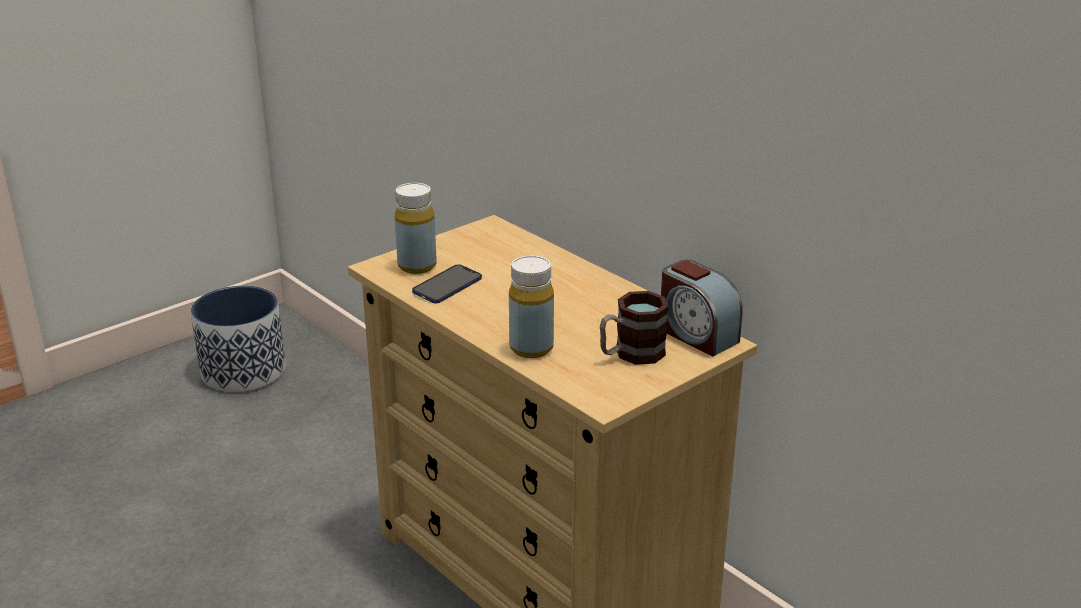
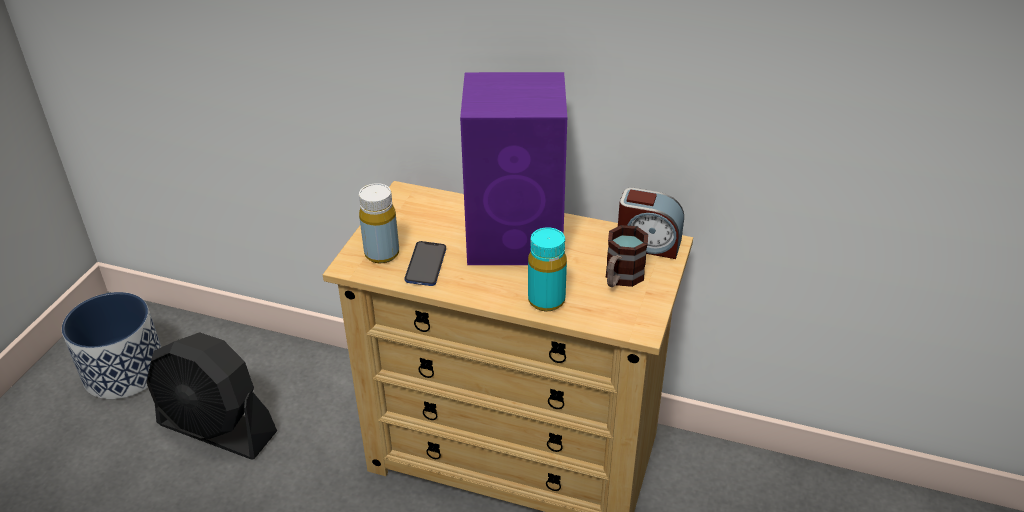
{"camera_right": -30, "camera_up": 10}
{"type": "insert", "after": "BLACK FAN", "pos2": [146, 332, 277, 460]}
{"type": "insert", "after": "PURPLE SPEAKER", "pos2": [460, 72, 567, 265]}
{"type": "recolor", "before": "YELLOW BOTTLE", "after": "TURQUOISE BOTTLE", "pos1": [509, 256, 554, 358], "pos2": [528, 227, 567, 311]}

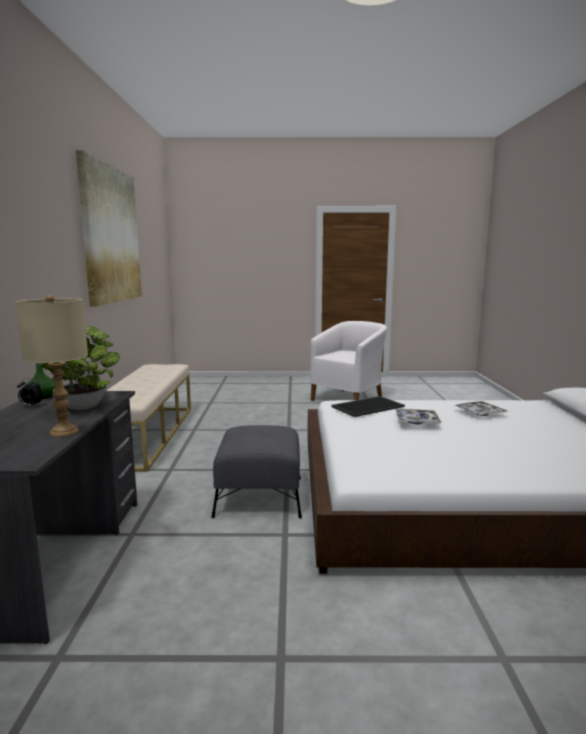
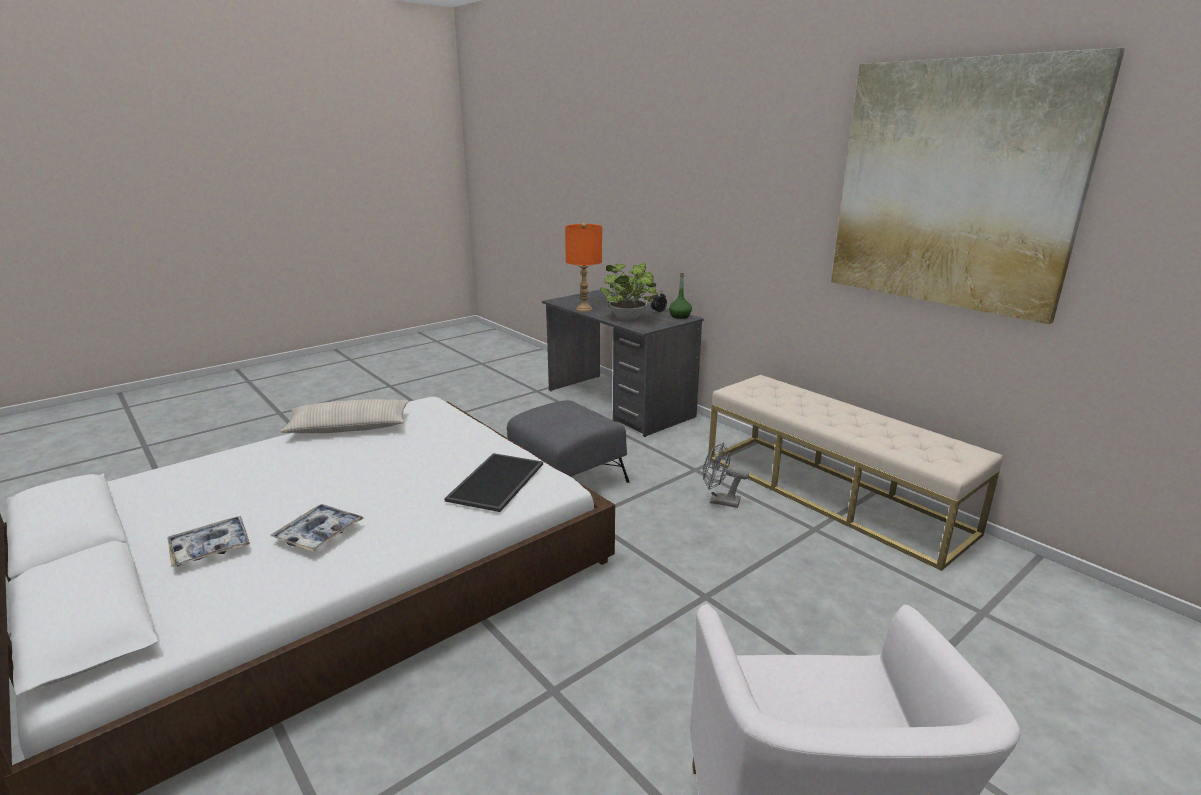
{"camera_right": 140, "camera_up": 10}
{"type": "insert", "after": "BEIGE PILLOW", "pos2": [280, 399, 409, 433]}
{"type": "insert", "after": "GREY FAN", "pos2": [703, 442, 749, 508]}
{"type": "move", "before": "TRAY", "pos1": [396, 409, 442, 424], "pos2": [167, 516, 250, 567]}
{"type": "recolor", "before": "BEIGE TABLE LAMP", "after": "ORANGE TABLE LAMP", "pos1": [16, 295, 88, 437], "pos2": [565, 223, 602, 312]}

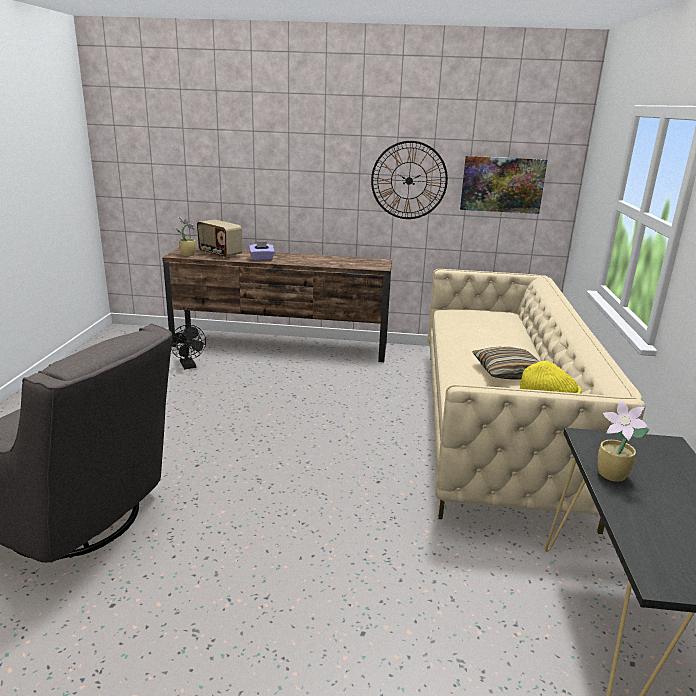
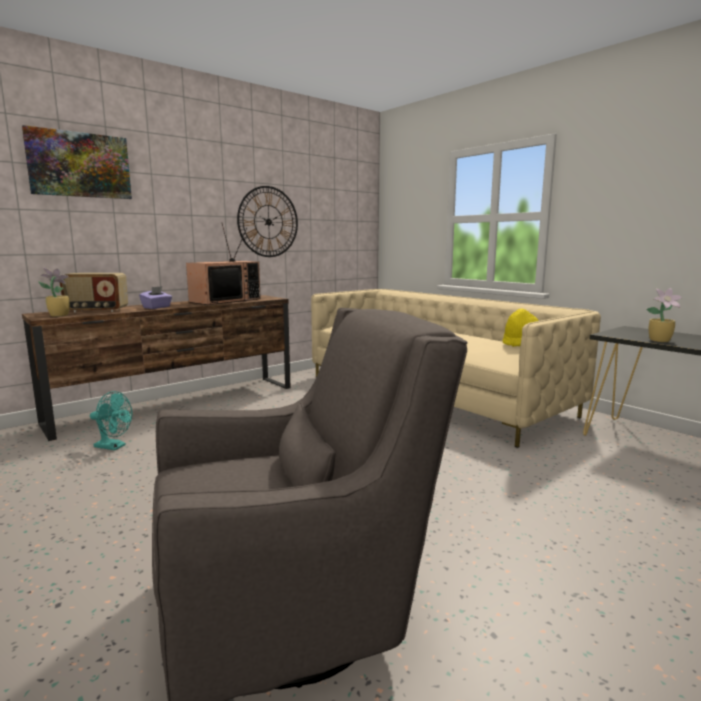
{"camera_right": -45, "camera_up": -10}
{"type": "delete", "before": "PILLOW", "pos1": [472, 346, 539, 380]}
{"type": "insert", "after": "TELEVISION", "pos2": [186, 224, 261, 305]}
{"type": "move", "before": "PICTURE", "pos1": [460, 156, 547, 214], "pos2": [22, 125, 132, 199]}
{"type": "recolor", "before": "BLACK FAN", "after": "TURQUOISE FAN", "pos1": [171, 325, 206, 369], "pos2": [90, 391, 132, 450]}

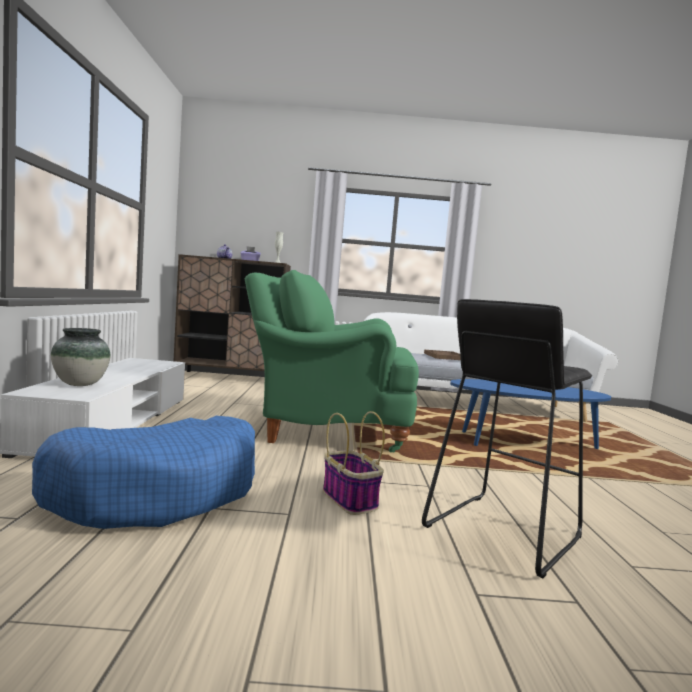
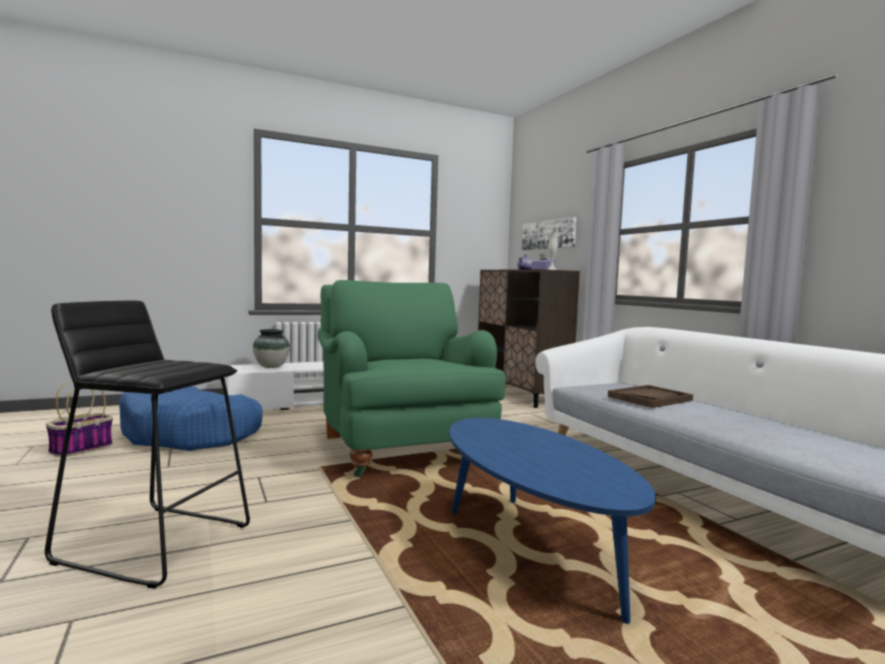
{"camera_right": 65, "camera_up": 0}
{"type": "insert", "after": "PICTURE", "pos2": [522, 217, 577, 250]}
{"type": "move", "before": "BASKET", "pos1": [323, 411, 385, 515], "pos2": [46, 381, 113, 457]}

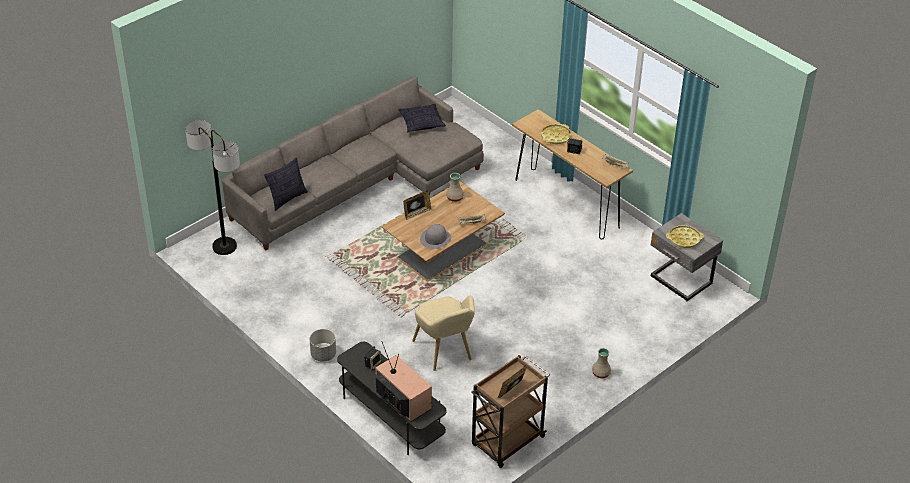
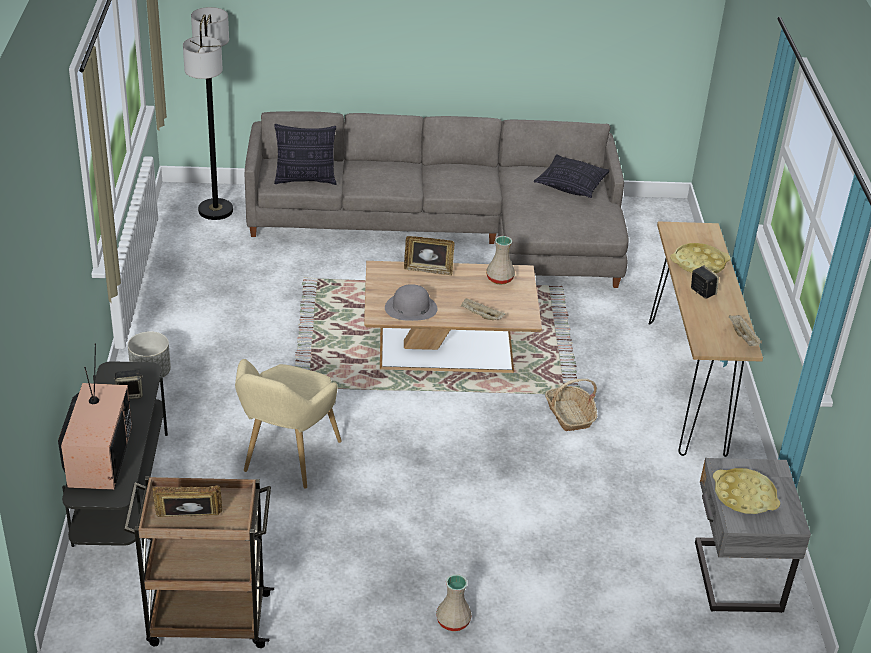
{"camera_right": 40, "camera_up": -5}
{"type": "insert", "after": "BASKET", "pos2": [545, 379, 597, 431]}

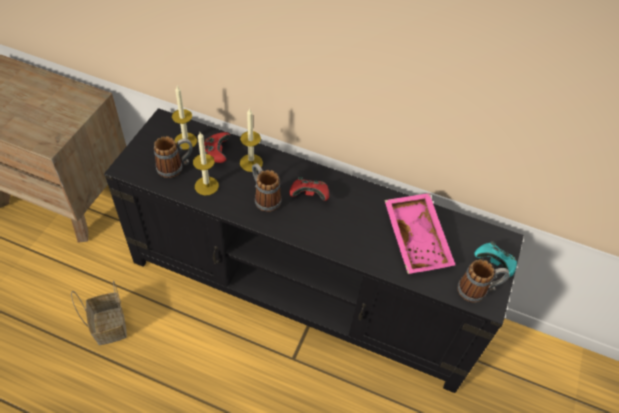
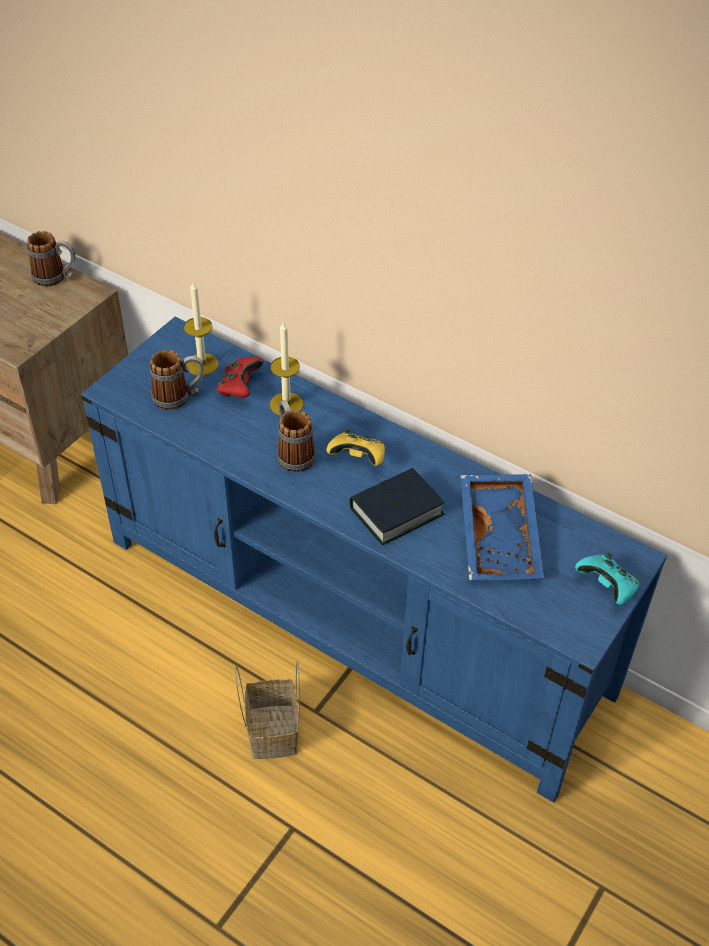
{"camera_right": 15, "camera_up": -5}
{"type": "delete", "before": "CANDLE", "pos1": [193, 132, 219, 195]}
{"type": "insert", "after": "BOOK", "pos2": [350, 468, 445, 545]}
{"type": "move", "before": "BASKET", "pos1": [71, 281, 127, 345], "pos2": [235, 660, 300, 759]}
{"type": "move", "before": "MUG", "pos1": [457, 259, 510, 302], "pos2": [27, 231, 75, 286]}
{"type": "recolor", "before": "BLACK TV STAND", "after": "BLUE TV STAND", "pos1": [104, 108, 524, 393], "pos2": [81, 317, 667, 803]}
{"type": "recolor", "before": "RED GAME CONTROLLER", "after": "YELLOW GAME CONTROLLER", "pos1": [289, 177, 329, 201], "pos2": [326, 429, 385, 466]}
{"type": "recolor", "before": "PINK TRAY", "after": "BLUE TRAY", "pos1": [384, 193, 455, 274], "pos2": [461, 474, 544, 580]}

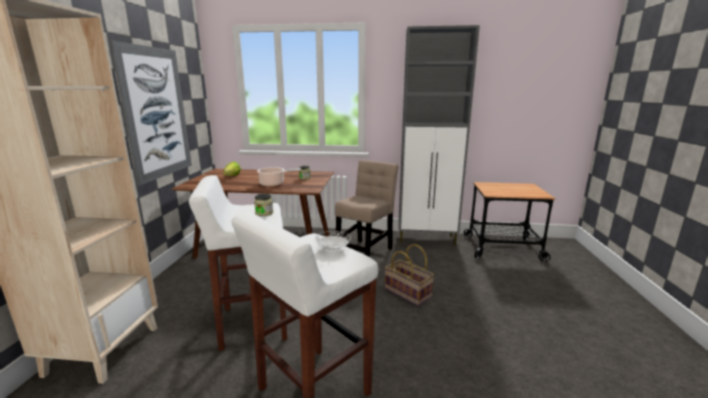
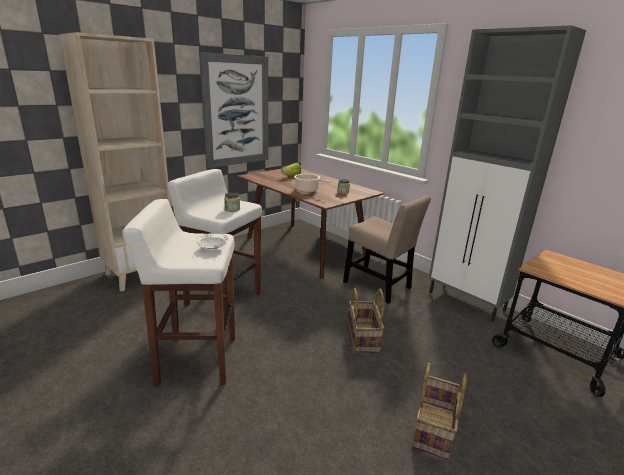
{"camera_right": 40, "camera_up": 5}
{"type": "insert", "after": "BASKET", "pos2": [412, 363, 467, 460]}
{"type": "rotate", "before": "BEIGE CHAIR", "pos1": [335, 160, 398, 257], "pos2": [343, 195, 431, 304], "turn": 60}

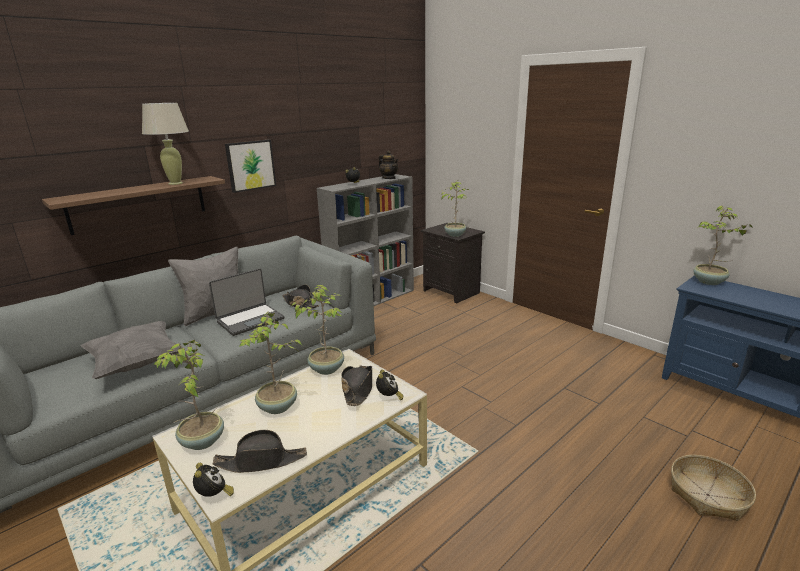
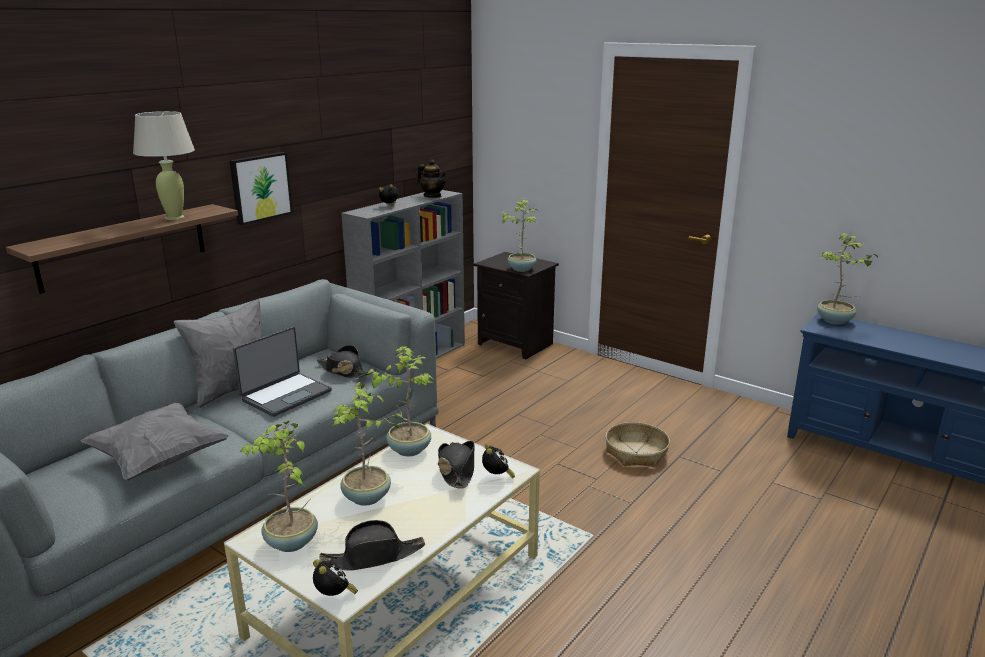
{"camera_right": -10, "camera_up": 0}
{"type": "move", "before": "BASKET", "pos1": [671, 455, 756, 521], "pos2": [605, 422, 670, 467]}

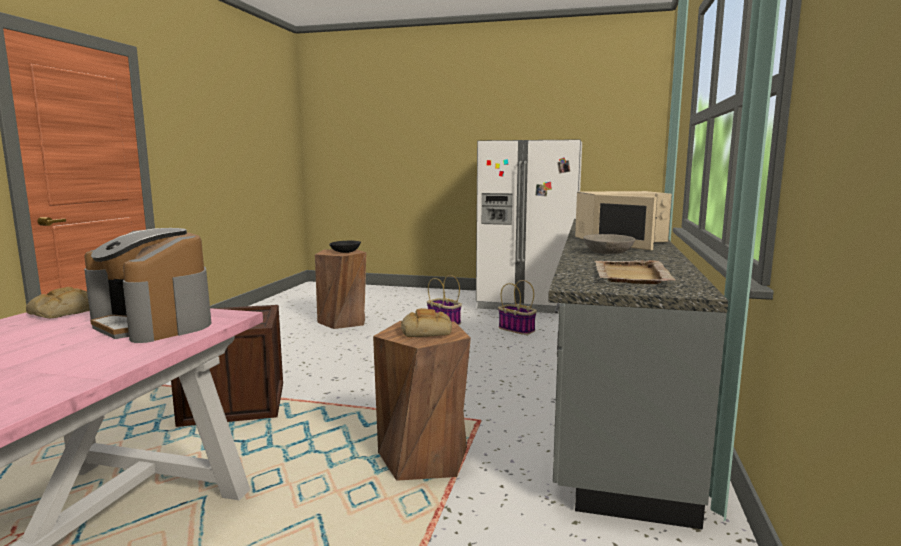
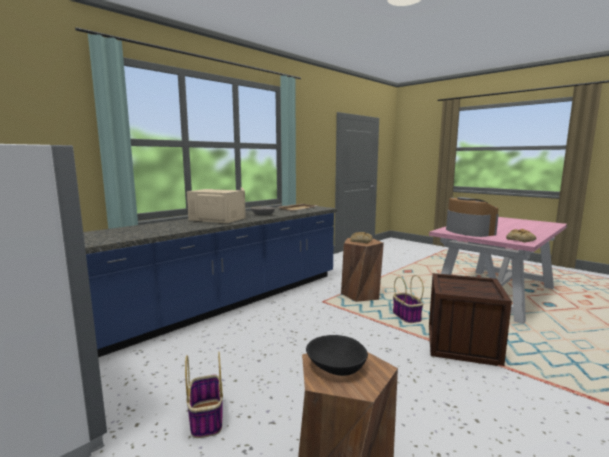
{"camera_right": -150, "camera_up": 0}
{"type": "move", "before": "BASKET", "pos1": [498, 280, 537, 335], "pos2": [393, 275, 424, 323]}
{"type": "recolor", "before": "GREY COUNTER", "after": "BLUE COUNTER", "pos1": [548, 219, 728, 530], "pos2": [83, 206, 337, 357]}

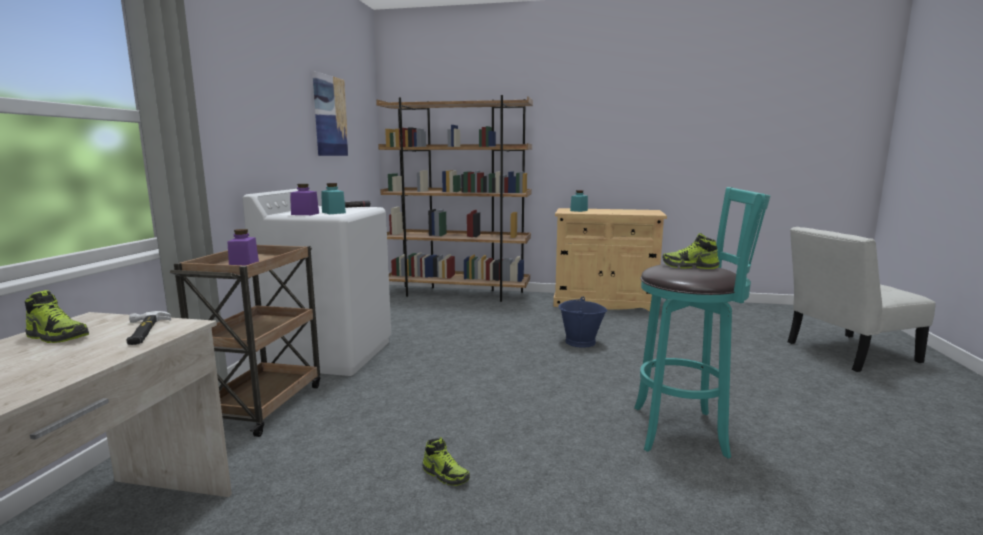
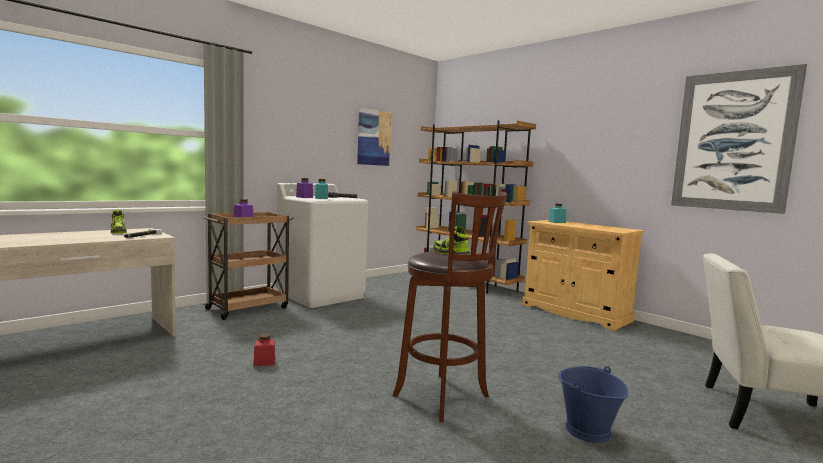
{"camera_right": 35, "camera_up": -5}
{"type": "insert", "after": "PICTURE", "pos2": [671, 64, 807, 214]}
{"type": "move", "before": "BLUE BUCKET", "pos1": [558, 297, 607, 348], "pos2": [558, 366, 629, 443]}
{"type": "replace", "before": "SHOE", "after": "RED JAR", "pos1": [422, 437, 470, 486], "pos2": [253, 334, 275, 366]}
{"type": "recolor", "before": "TURQUOISE STOOL", "after": "BROWN STOOL", "pos1": [634, 187, 770, 459], "pos2": [392, 191, 507, 422]}

